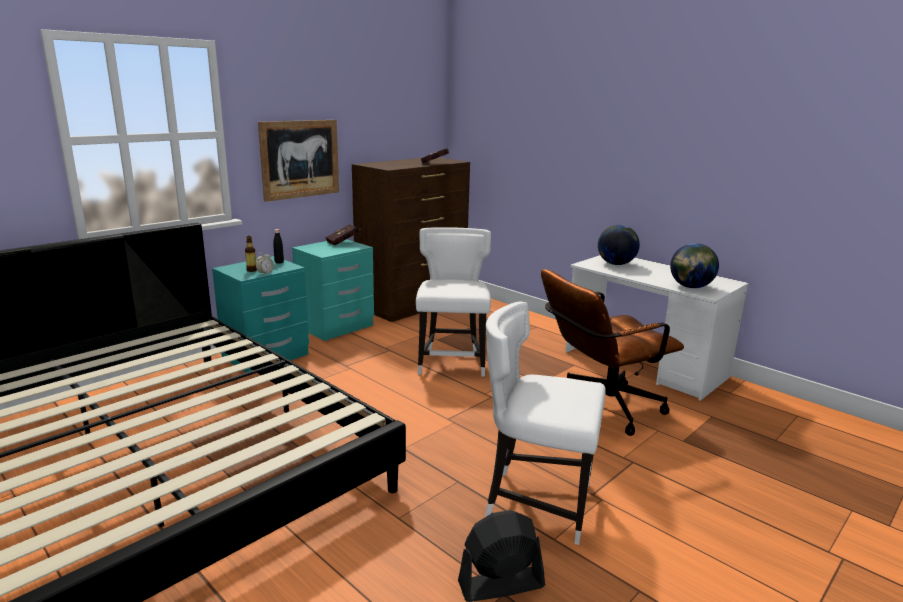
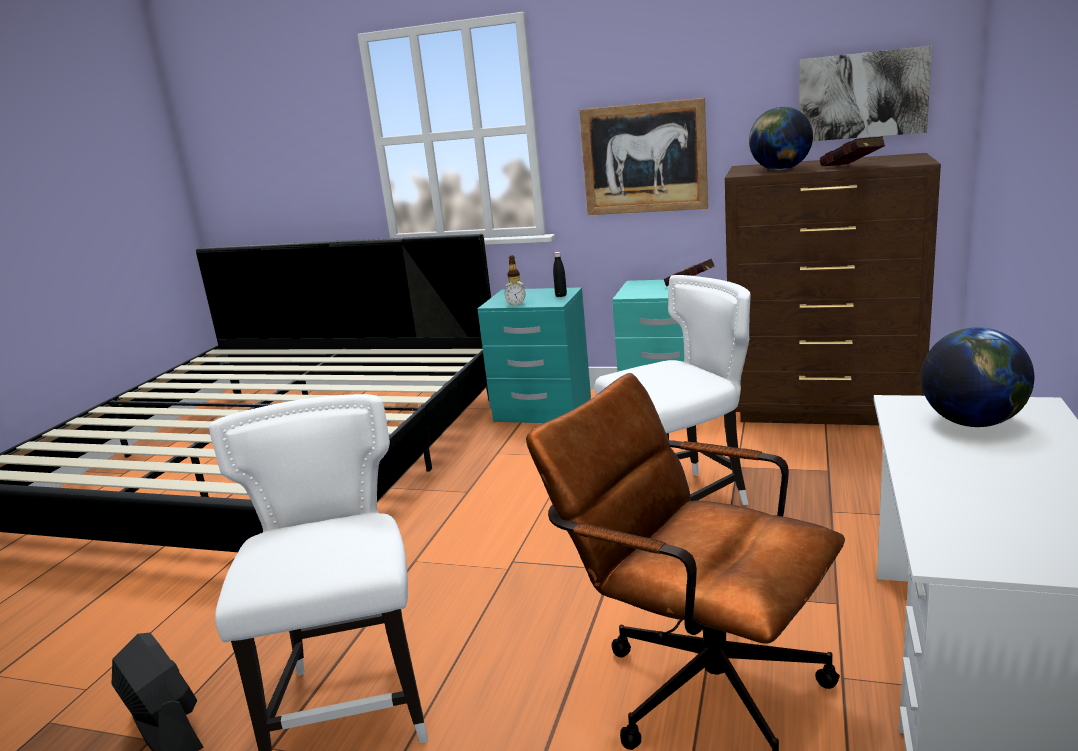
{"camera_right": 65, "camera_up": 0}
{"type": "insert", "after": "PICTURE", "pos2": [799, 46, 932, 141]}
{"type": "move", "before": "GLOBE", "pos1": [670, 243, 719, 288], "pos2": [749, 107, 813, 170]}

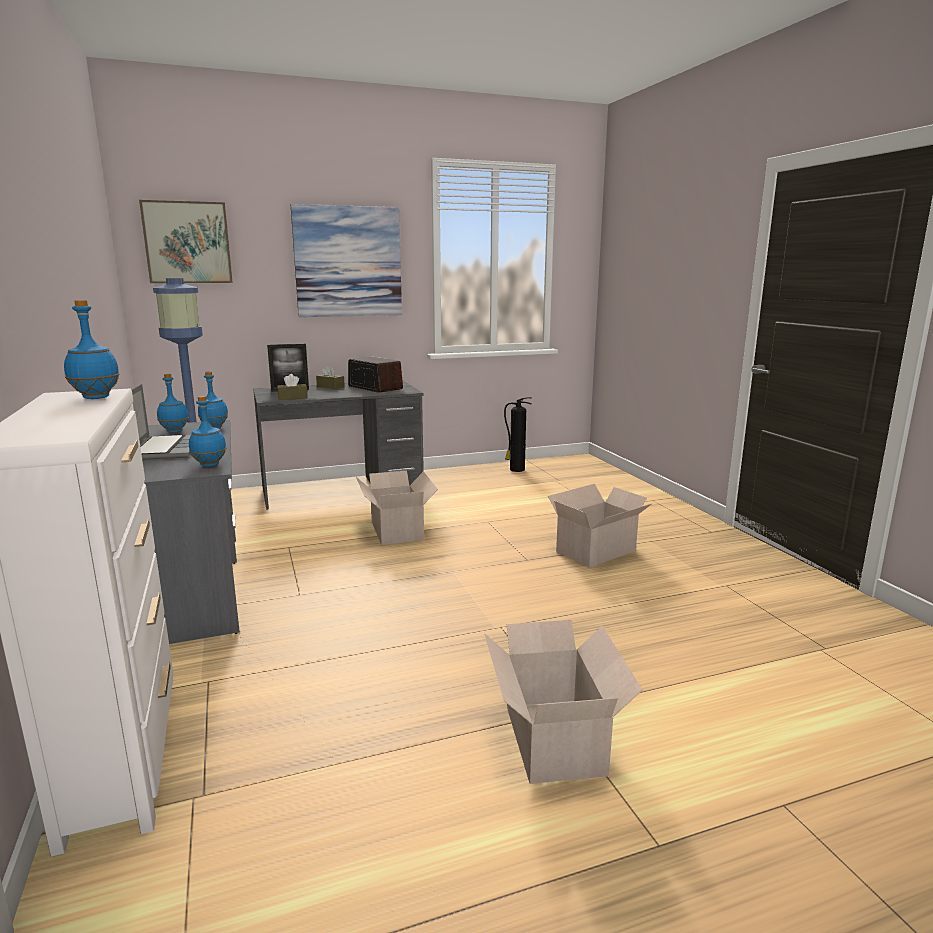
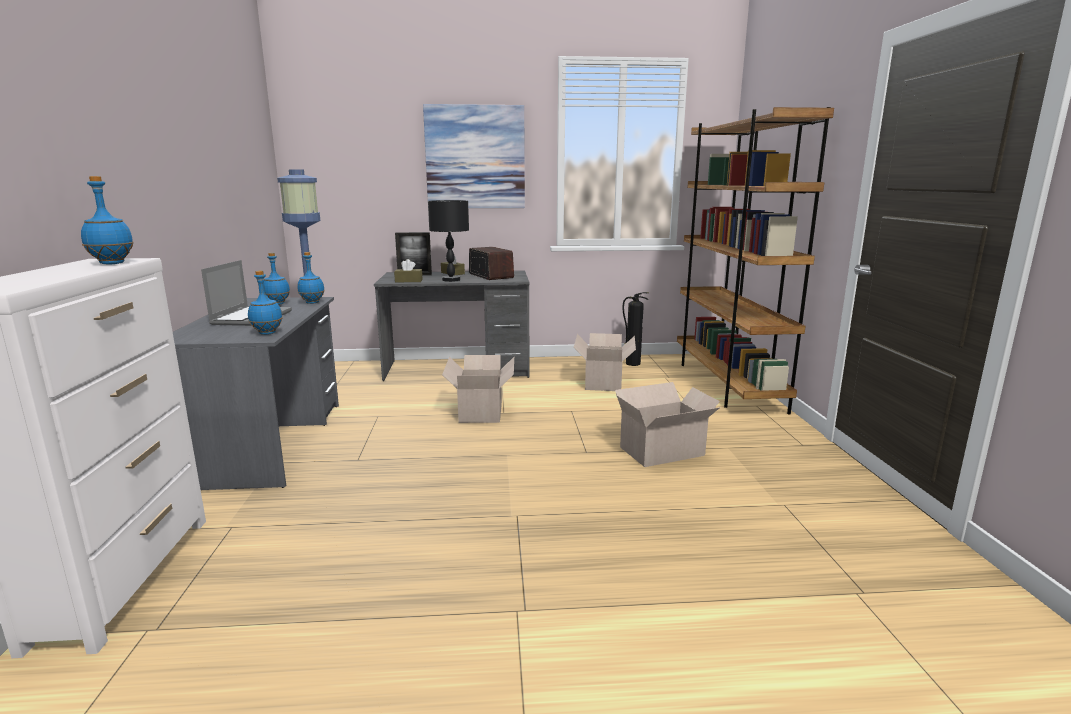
{"camera_right": 15, "camera_up": 0}
{"type": "delete", "before": "PICTURE", "pos1": [139, 200, 233, 283]}
{"type": "insert", "after": "BLACK TABLE LAMP", "pos2": [428, 200, 469, 282]}
{"type": "insert", "after": "BROWN BOOKCASE", "pos2": [677, 107, 834, 415]}
{"type": "move", "before": "CARDBOARD BOX", "pos1": [484, 620, 643, 784], "pos2": [574, 333, 636, 391]}

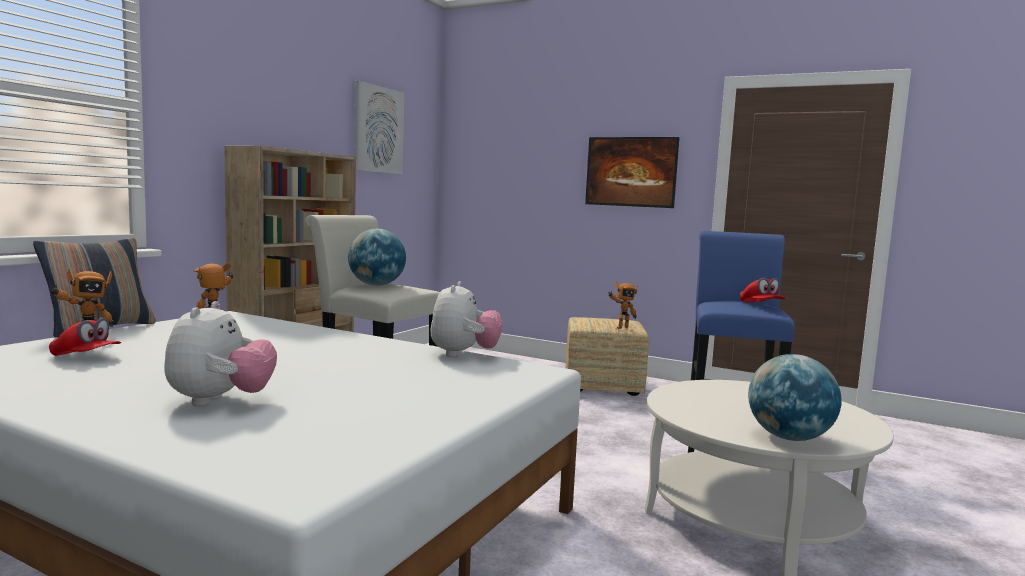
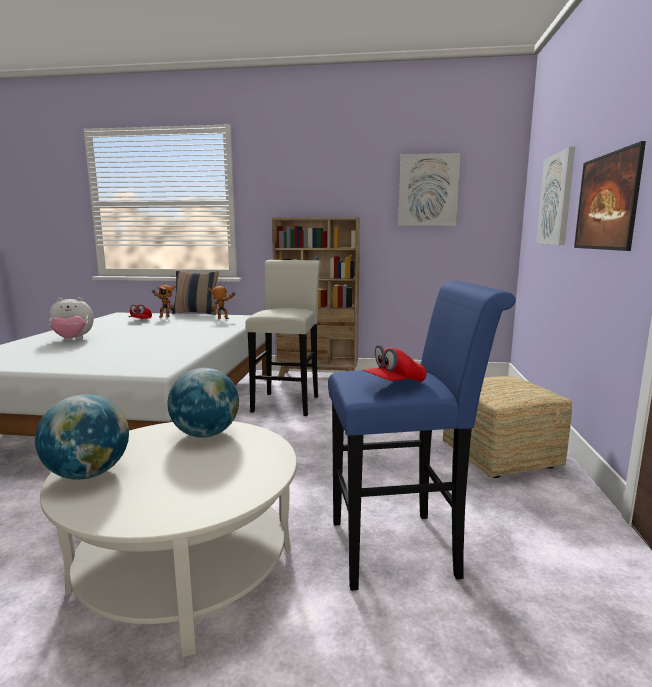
{"camera_right": 70, "camera_up": 5}
{"type": "delete", "before": "PLUSH TOY", "pos1": [430, 282, 502, 357]}
{"type": "delete", "before": "TOY ROBOT", "pos1": [608, 281, 637, 329]}
{"type": "insert", "after": "PICTURE", "pos2": [536, 147, 575, 245]}
{"type": "move", "before": "GLOBE", "pos1": [348, 229, 406, 286], "pos2": [167, 368, 239, 438]}

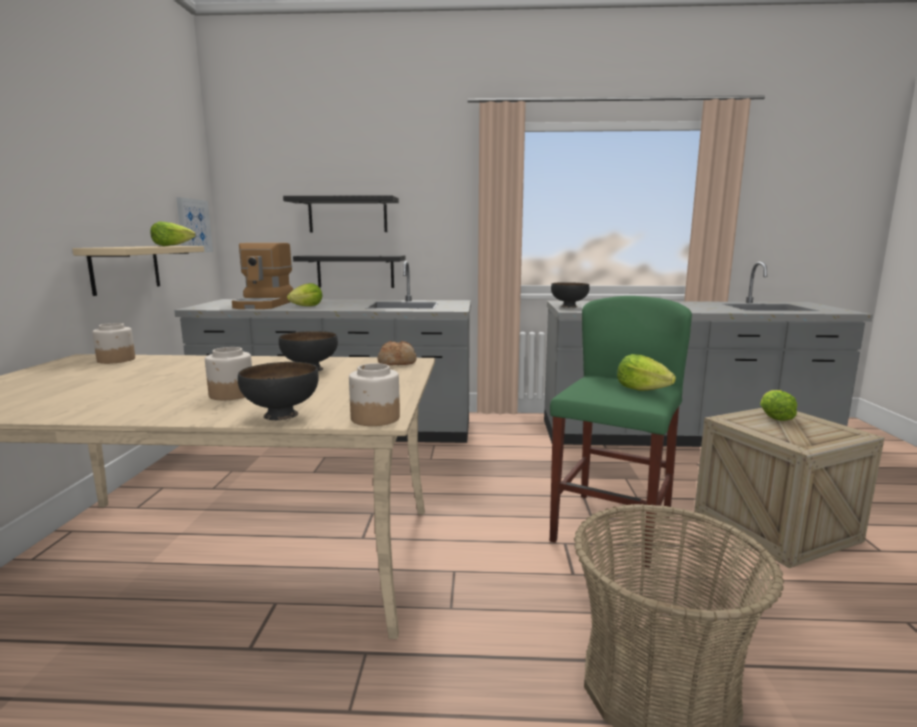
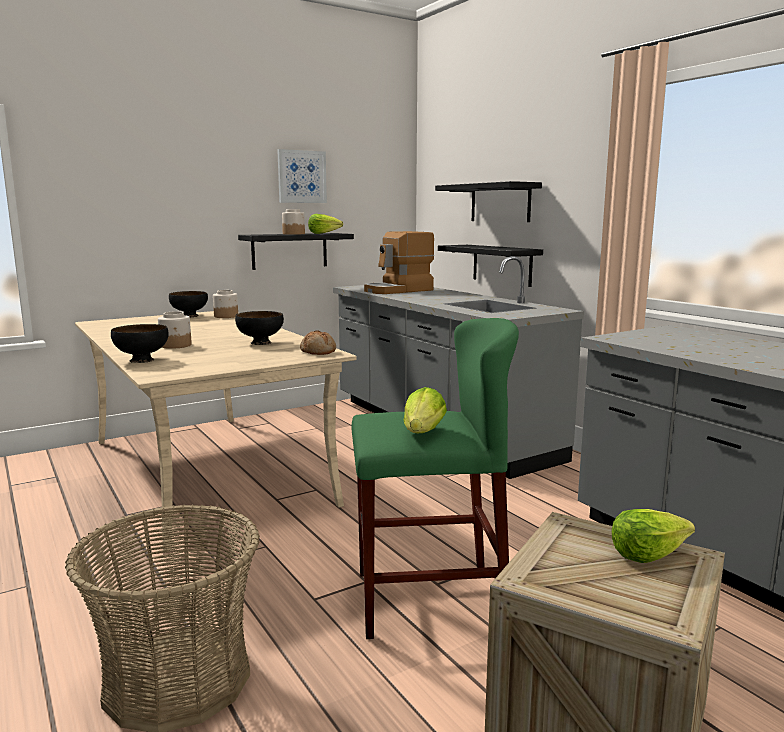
{"camera_right": 55, "camera_up": 0}
{"type": "delete", "before": "LETTUCE", "pos1": [287, 283, 323, 306]}
{"type": "move", "before": "PICTURE", "pos1": [176, 197, 213, 253], "pos2": [277, 149, 327, 203]}
{"type": "move", "before": "JAR", "pos1": [349, 363, 400, 426], "pos2": [282, 209, 305, 235]}
{"type": "move", "before": "BLACK BOWL", "pos1": [551, 282, 589, 308], "pos2": [169, 291, 208, 317]}
{"type": "recolor", "before": "BEIGE SHELF", "after": "BLACK SHELF", "pos1": [72, 246, 204, 296], "pos2": [238, 233, 354, 270]}

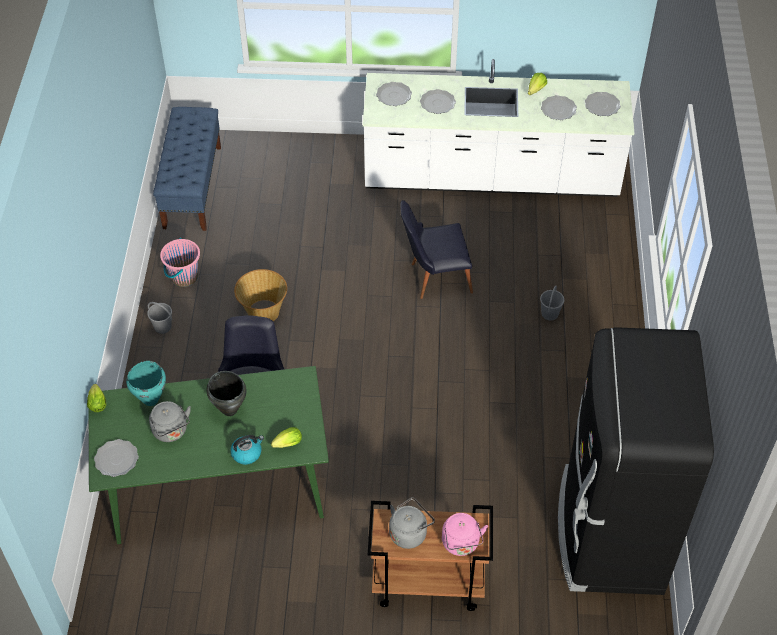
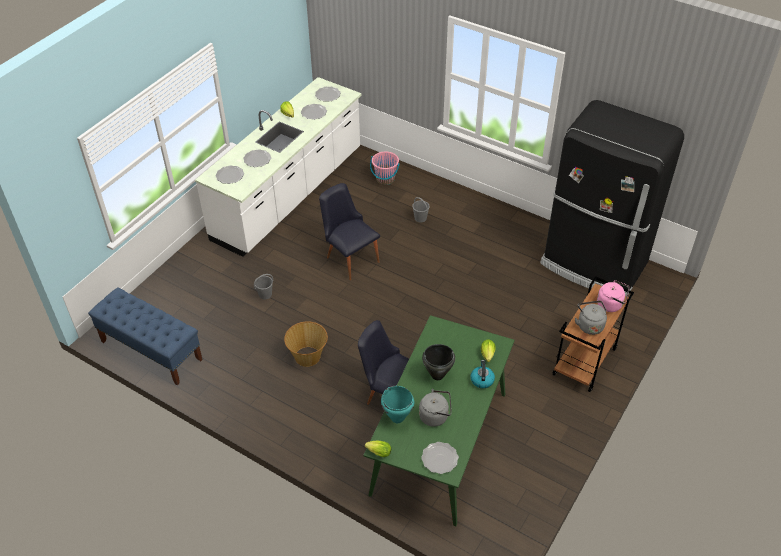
{"camera_right": -60, "camera_up": -5}
{"type": "move", "before": "GREY BUCKET", "pos1": [147, 302, 172, 334], "pos2": [254, 274, 273, 299]}
{"type": "move", "before": "PINK BUCKET", "pos1": [160, 238, 200, 287], "pos2": [370, 151, 400, 185]}
{"type": "rotate", "before": "BLACK CHAIR", "pos1": [400, 200, 473, 299], "pos2": [319, 183, 380, 280], "turn": 120}

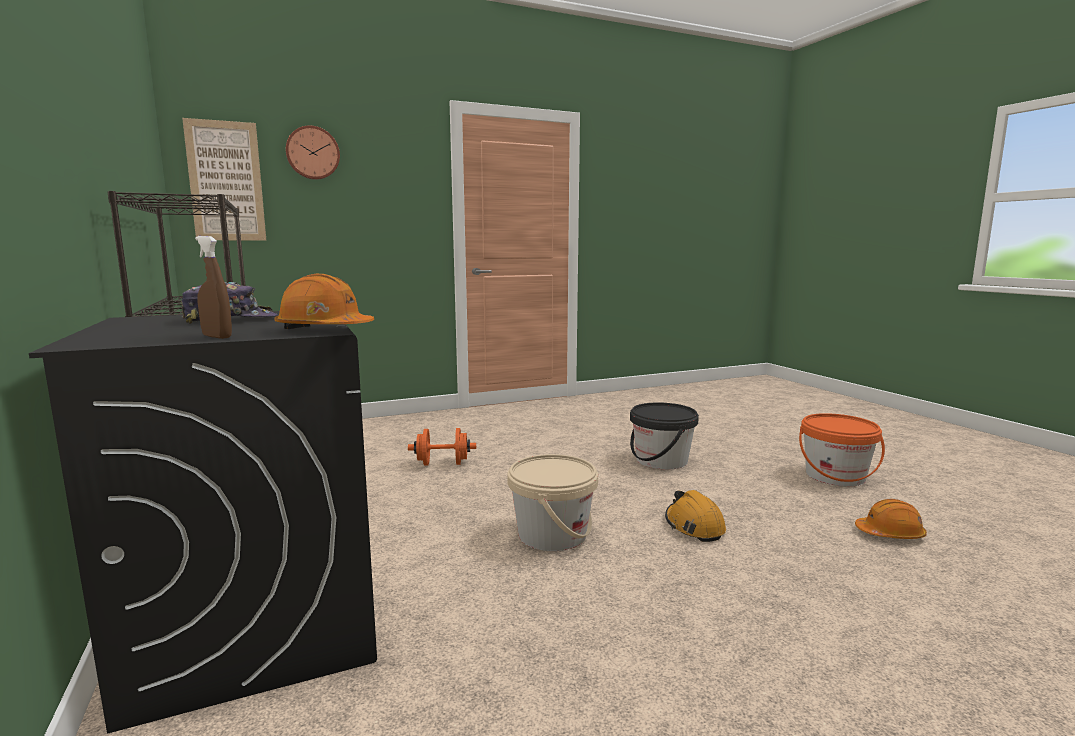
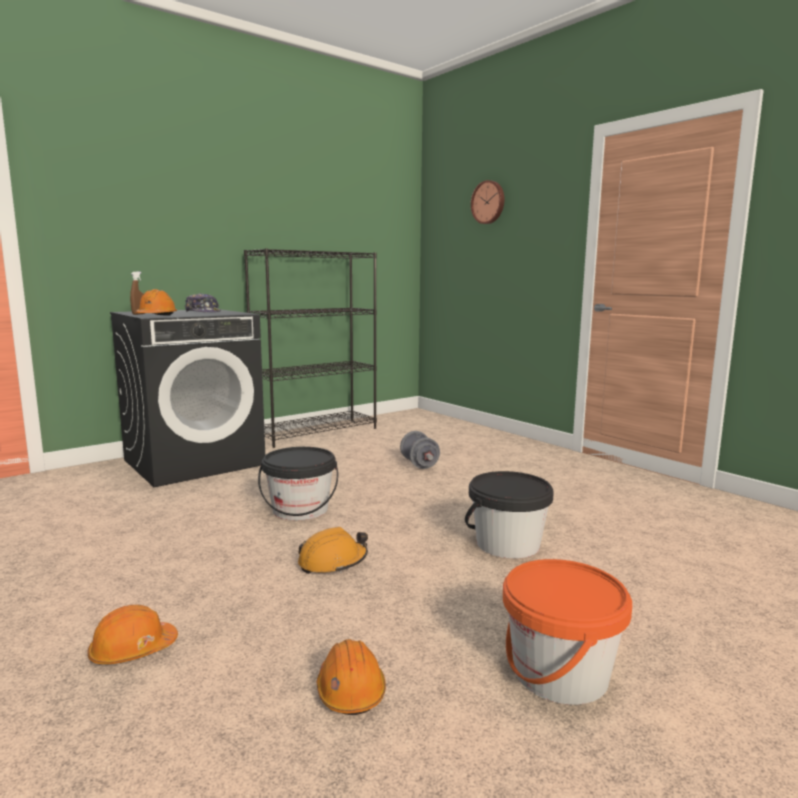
{"camera_right": 75, "camera_up": 0}
{"type": "delete", "before": "PICTURE", "pos1": [182, 118, 266, 240]}
{"type": "insert", "after": "ORANGE HARD HAT", "pos2": [87, 605, 178, 665]}
{"type": "recolor", "before": "ORANGE DUMBBELL", "after": "GREY DUMBBELL", "pos1": [408, 428, 476, 466], "pos2": [400, 431, 440, 469]}
{"type": "recolor", "before": "BEIGE BUCKET", "after": "BLACK BUCKET", "pos1": [507, 454, 598, 551], "pos2": [258, 447, 338, 521]}

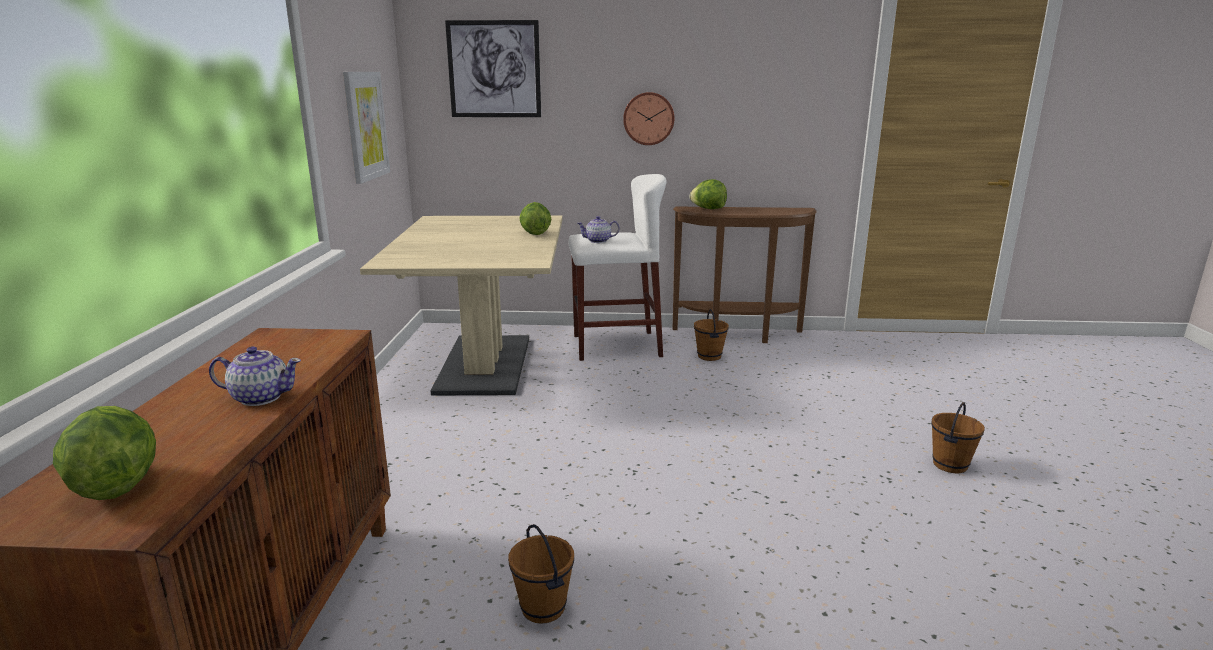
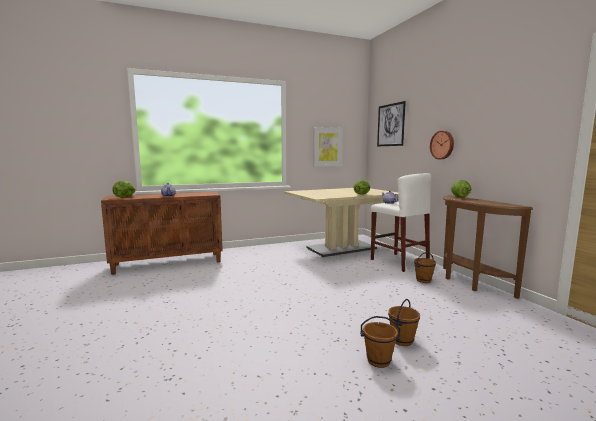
{"camera_right": 65, "camera_up": -10}
{"type": "move", "before": "BROWN BUCKET", "pos1": [508, 524, 574, 624], "pos2": [388, 299, 420, 346]}

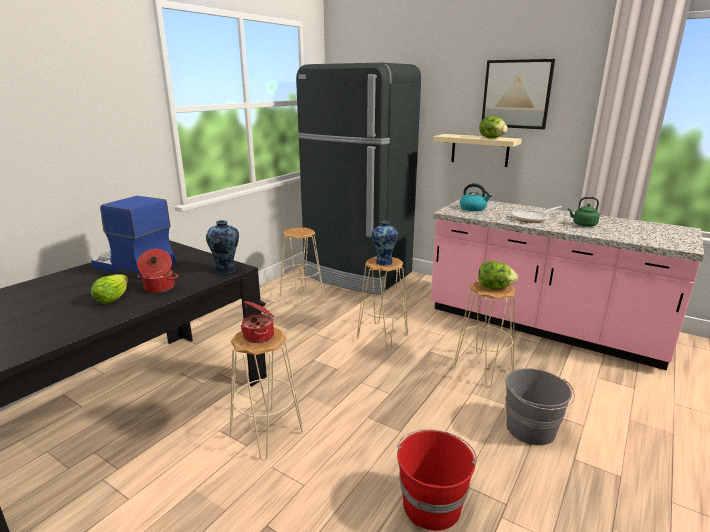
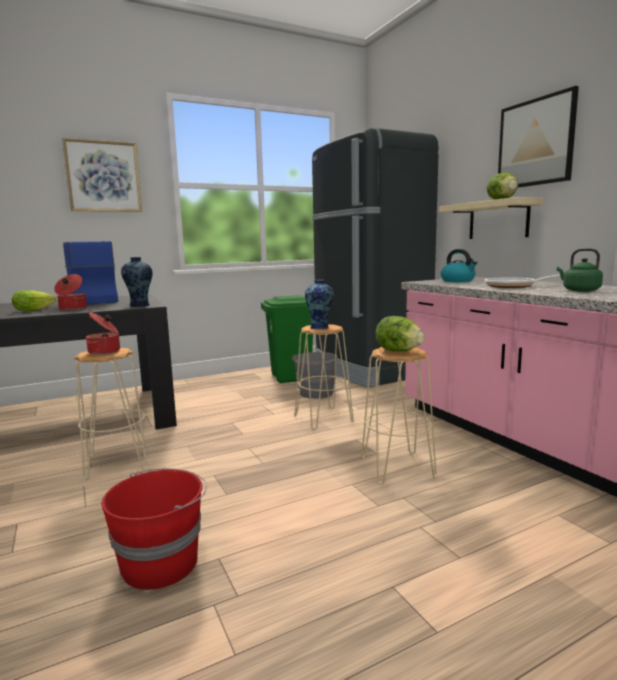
{"camera_right": 30, "camera_up": -10}
{"type": "insert", "after": "PICTURE", "pos2": [62, 138, 142, 212]}
{"type": "move", "before": "GREY BUCKET", "pos1": [505, 368, 575, 446], "pos2": [292, 352, 338, 399]}
{"type": "replace", "before": "BEIGE STOOL", "after": "GREEN TRASH CAN", "pos1": [280, 228, 324, 306], "pos2": [261, 295, 313, 383]}

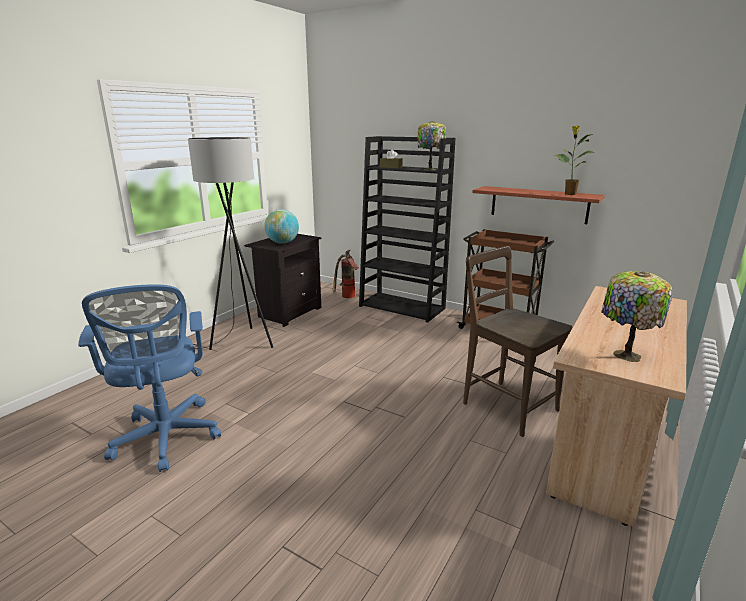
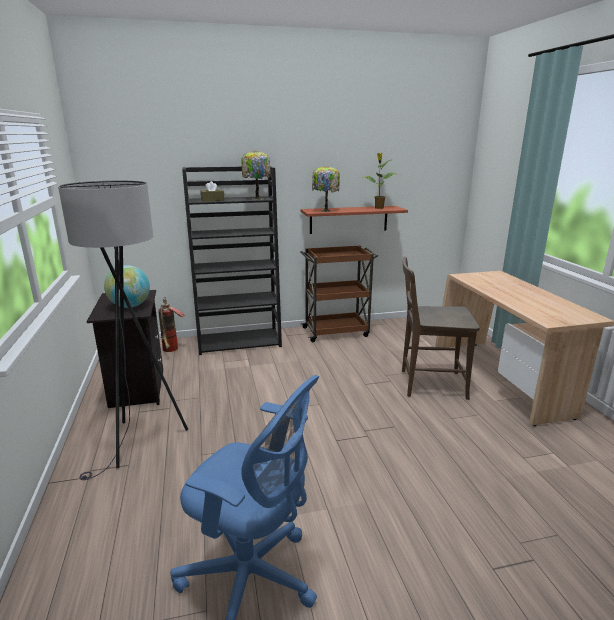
{"camera_right": -45, "camera_up": 0}
{"type": "move", "before": "TABLE LAMP", "pos1": [601, 271, 673, 362], "pos2": [312, 166, 340, 212]}

